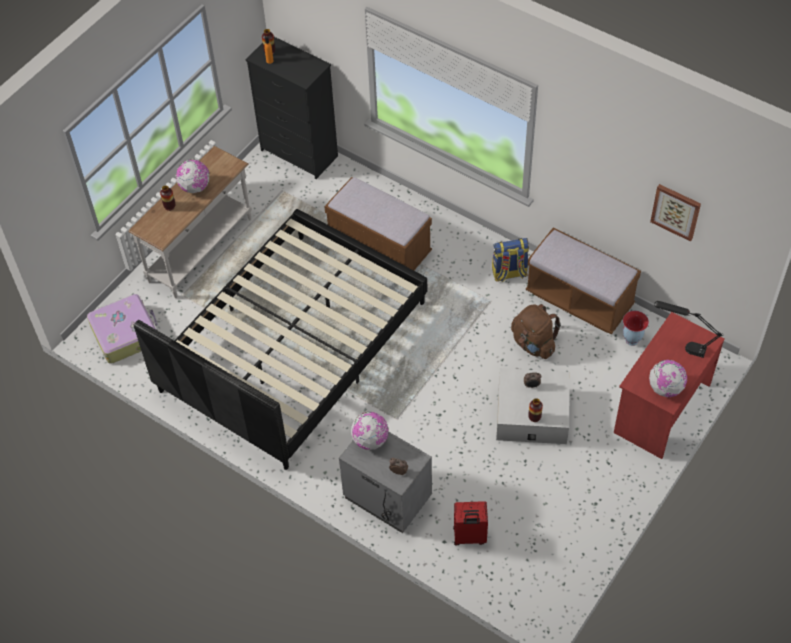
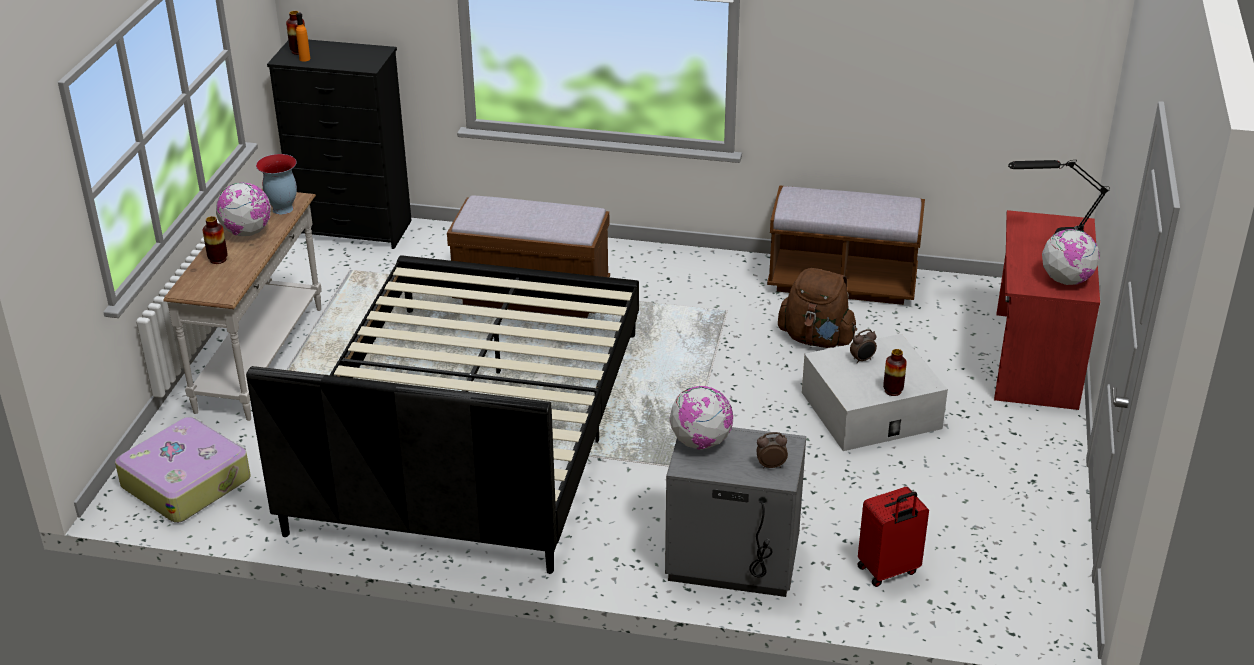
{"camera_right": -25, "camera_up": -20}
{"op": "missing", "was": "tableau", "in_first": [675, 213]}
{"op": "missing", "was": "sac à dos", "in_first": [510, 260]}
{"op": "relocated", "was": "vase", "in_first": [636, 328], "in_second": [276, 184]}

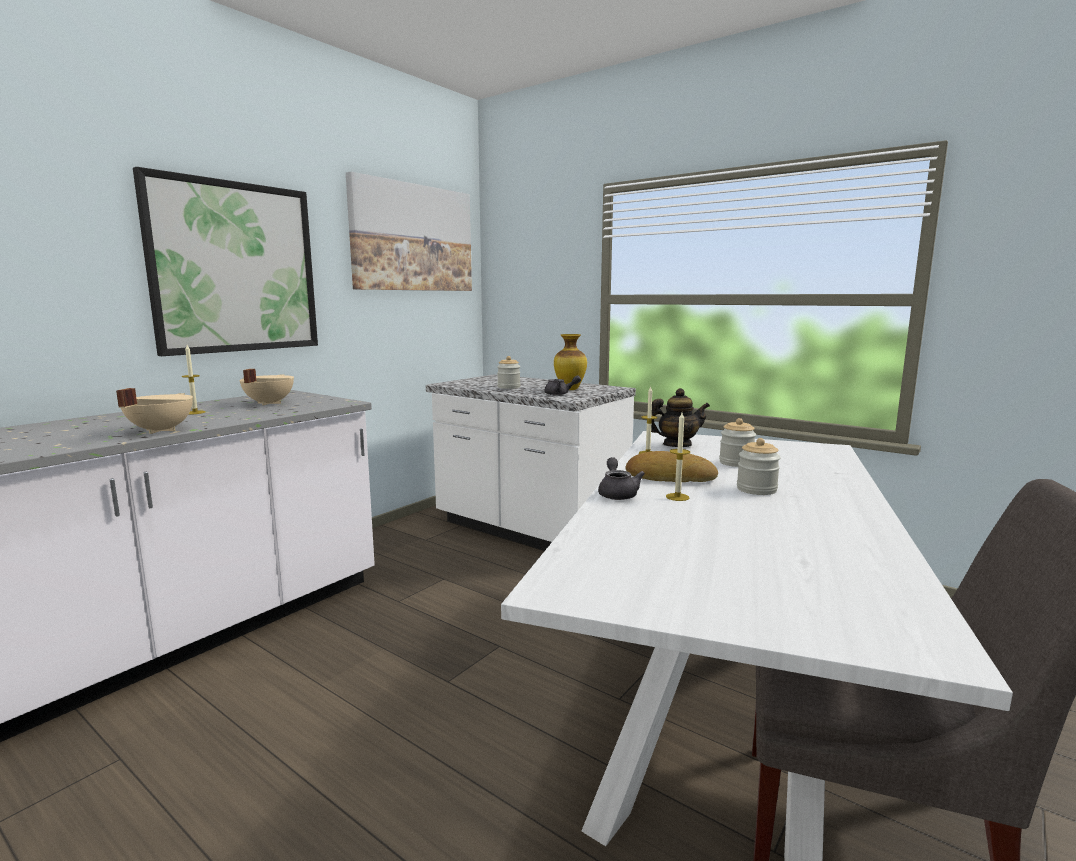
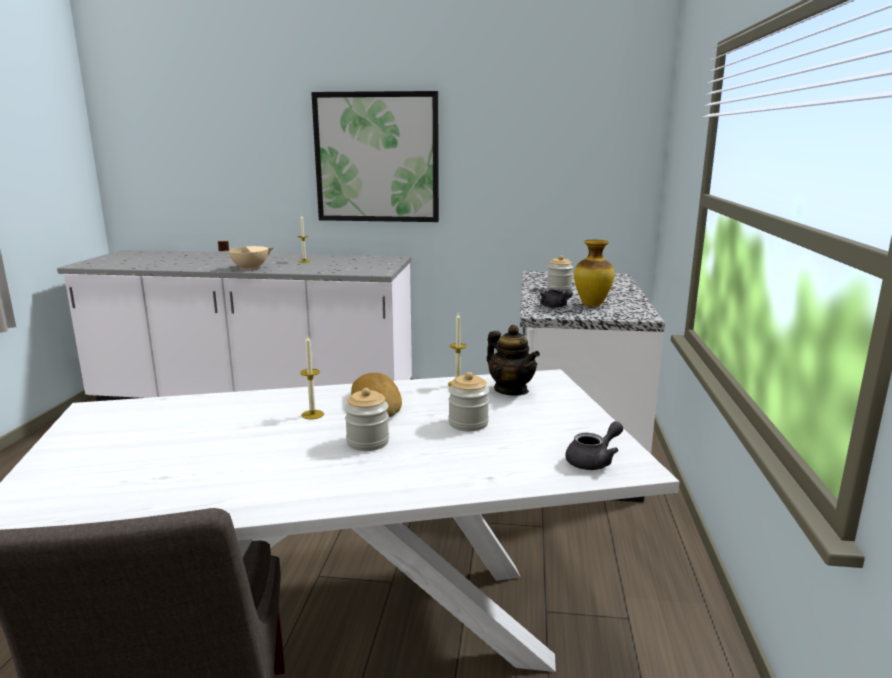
{"camera_right": 60, "camera_up": 5}
{"op": "missing", "was": "tableau", "in_first": [409, 231]}
{"op": "missing", "was": "marmite/beige", "in_first": [267, 387]}
{"op": "relocated", "was": "théière/gris", "in_first": [621, 478], "in_second": [594, 445]}

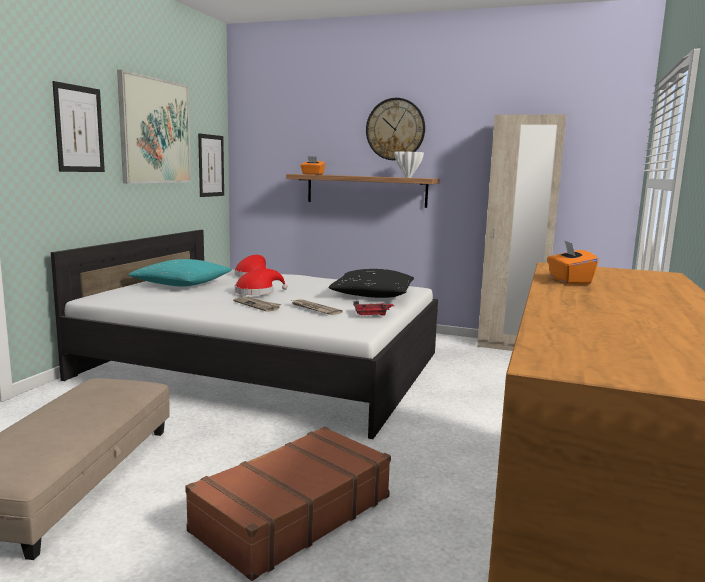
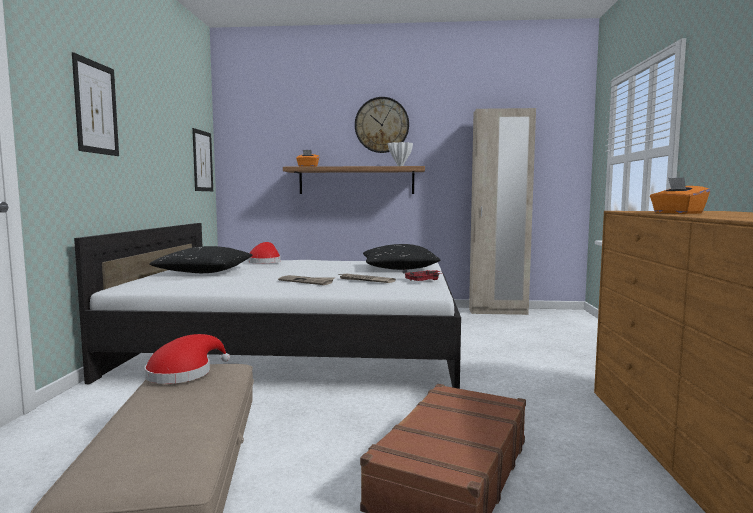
{"camera_right": -15, "camera_up": -5}
{"op": "missing", "was": "tableau", "in_first": [154, 126]}
{"op": "colour", "was": "coussin/turquoise", "now": "coussin/noir", "in_first": [180, 273], "in_second": [200, 259]}
{"op": "relocated", "was": "chapeau/rouge", "in_first": [261, 282], "in_second": [187, 359]}

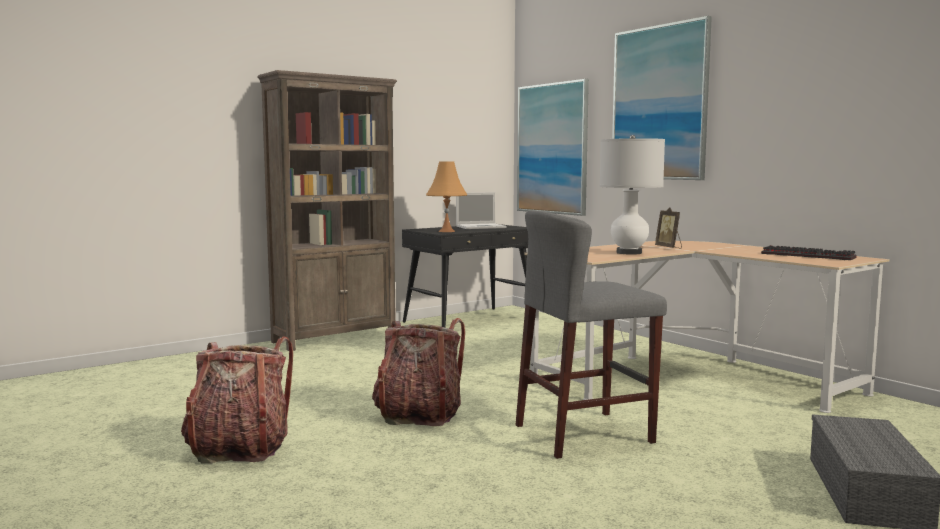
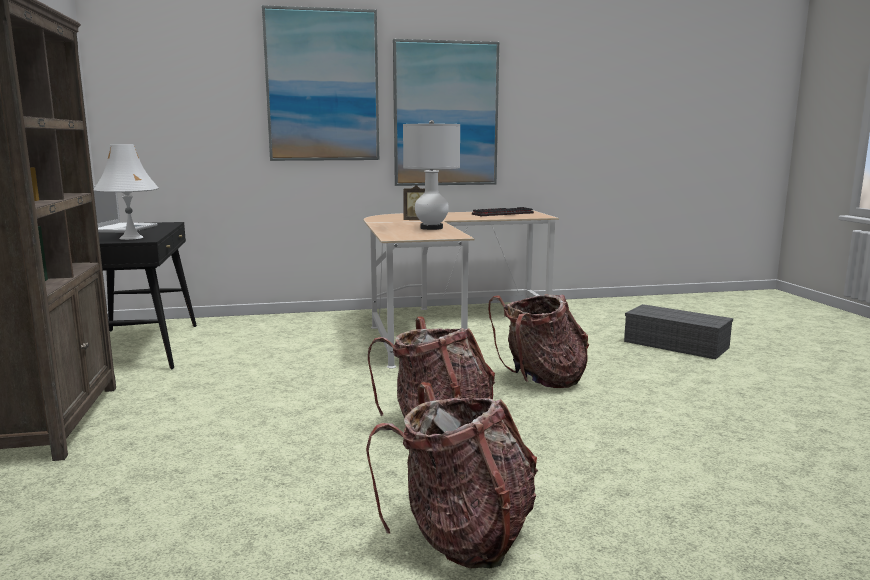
{"camera_right": -65, "camera_up": 5}
{"op": "relocated", "was": "tableau", "in_first": [553, 147], "in_second": [446, 112]}
{"op": "colour", "was": "lampe de table/orange", "now": "lampe de table/blanc", "in_first": [446, 196], "in_second": [126, 192]}
{"op": "exchanged", "was": "tabouret/gris", "now": "sac à dos", "in_first": [591, 334], "in_second": [538, 341]}

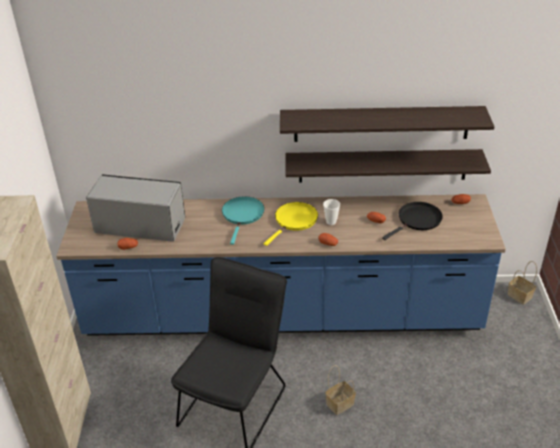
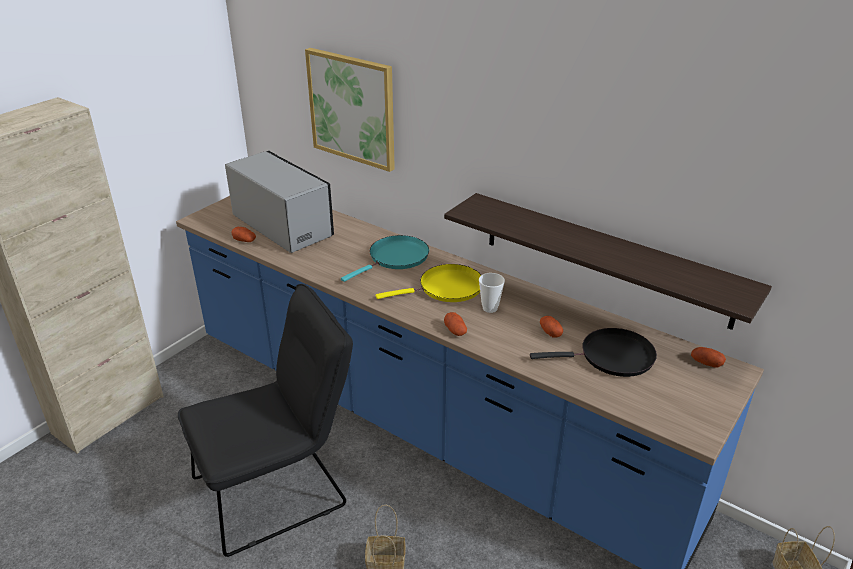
{"camera_right": 35, "camera_up": -5}
{"op": "missing", "was": "étagère", "in_first": [387, 124]}
{"op": "appeared", "now": "tableau", "in_second": [350, 110]}

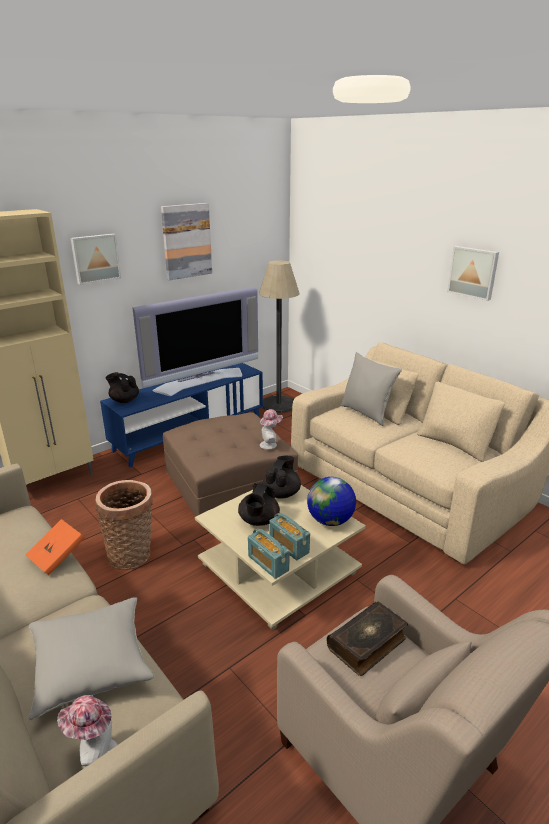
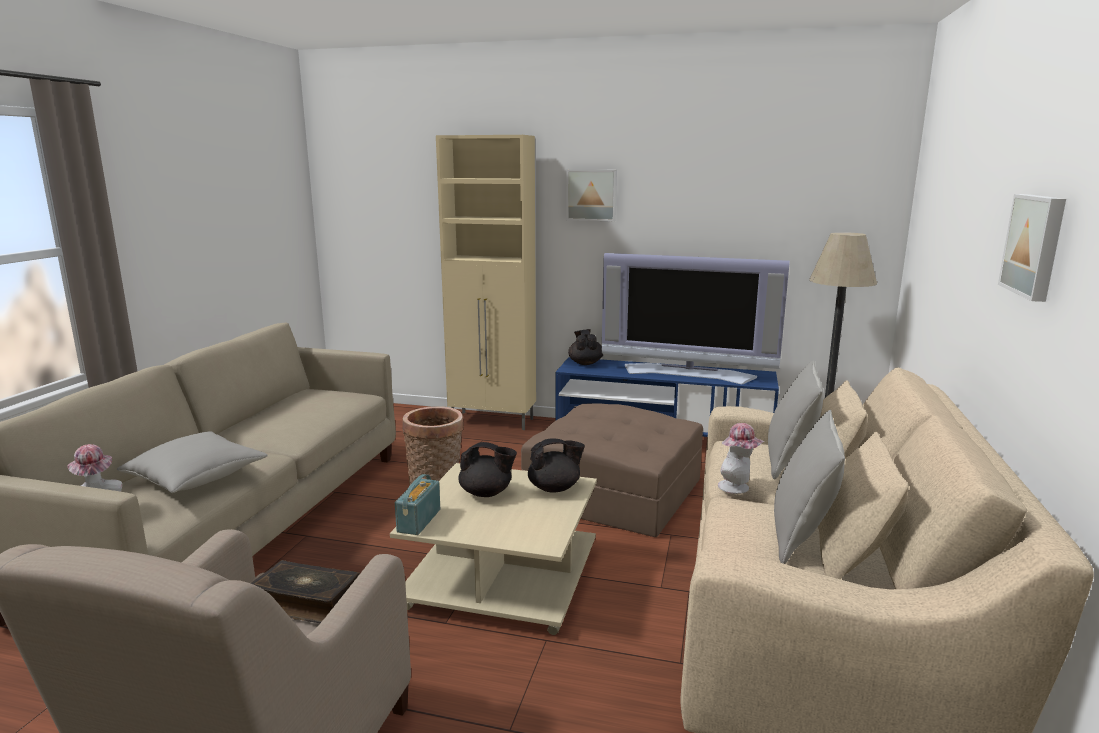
{"camera_right": 55, "camera_up": -10}
{"op": "missing", "was": "tableau", "in_first": [186, 242]}
{"op": "relocated", "was": "chapeau", "in_first": [271, 429], "in_second": [741, 458]}
{"op": "missing", "was": "globe", "in_first": [331, 501]}
{"op": "spun", "was": "théière/noir", "in_first": [259, 504], "in_second": [487, 469], "clockwise": -150}
{"op": "missing", "was": "radio", "in_first": [289, 536]}
{"op": "missing", "was": "livre/orange", "in_first": [55, 547]}
{"op": "appeared", "now": "coussin/gris", "in_second": [809, 487]}

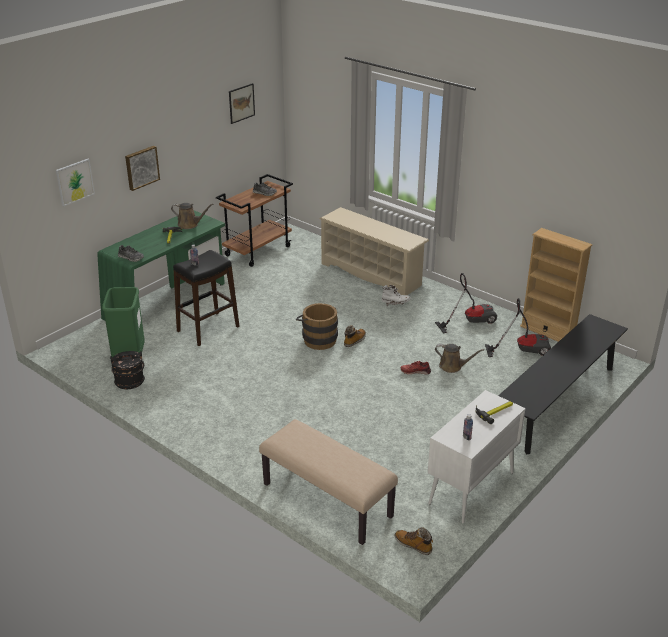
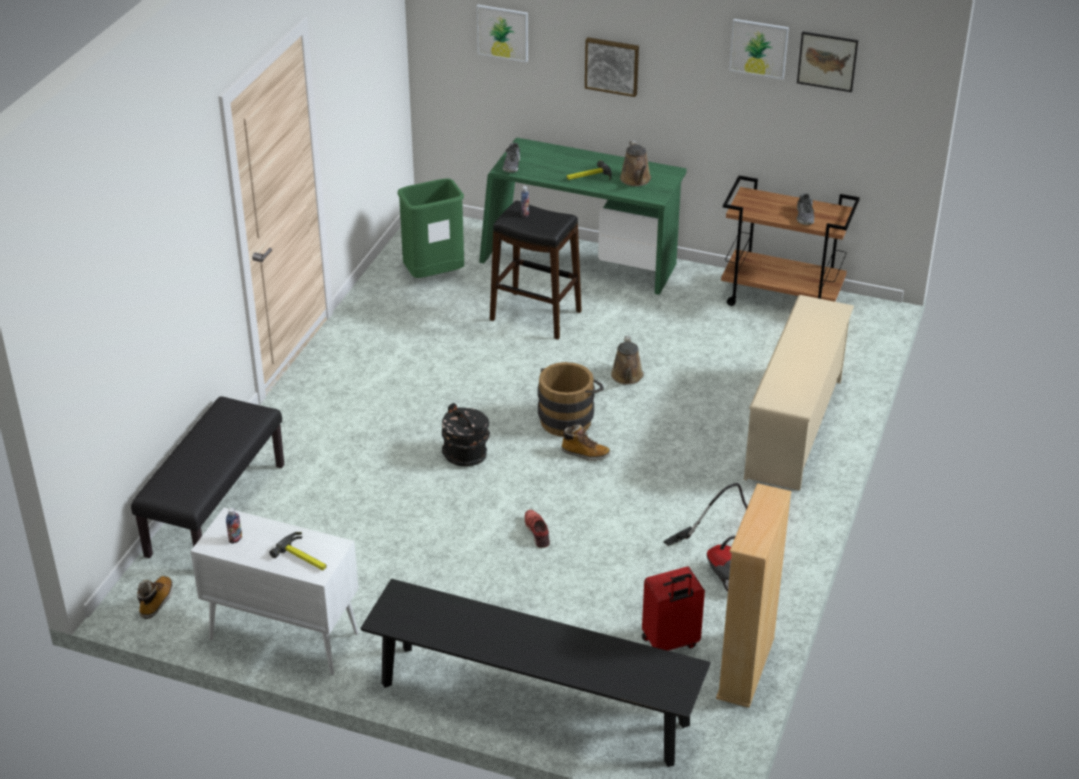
{"camera_right": 70, "camera_up": 5}
{"op": "missing", "was": "botte/blanc", "in_first": [396, 295]}
{"op": "exchanged", "was": "aspirateur", "now": "valise/rouge", "in_first": [518, 327], "in_second": [673, 609]}
{"op": "relocated", "was": "arrosoir/marron", "in_first": [459, 358], "in_second": [627, 360]}
{"op": "relocated", "was": "seau/noir", "in_first": [127, 370], "in_second": [466, 434]}
{"op": "colour", "was": "banc/beige", "now": "banc/noir", "in_first": [328, 482], "in_second": [207, 477]}
{"op": "appeared", "now": "tableau", "in_second": [759, 49]}

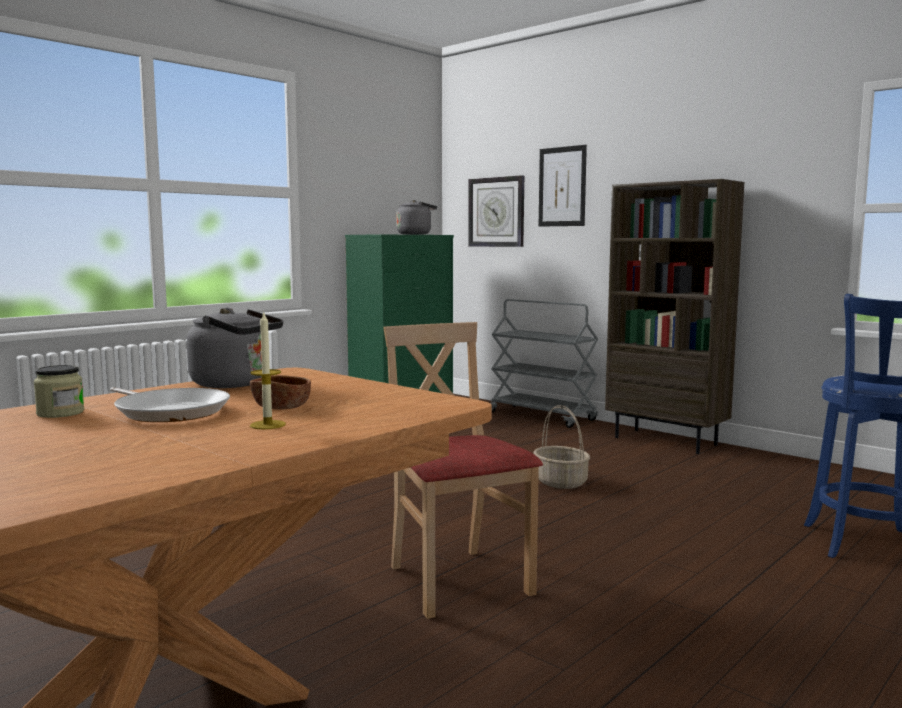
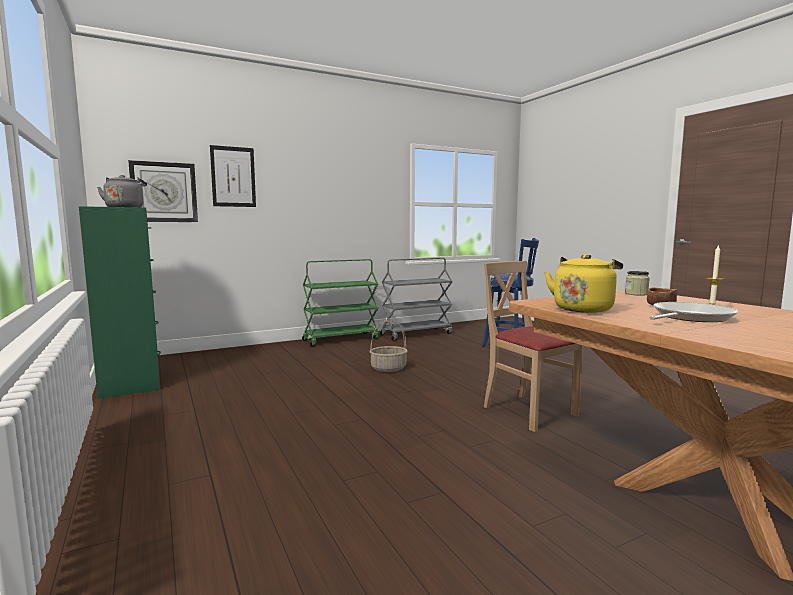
{"camera_right": -70, "camera_up": 0}
{"op": "exchanged", "was": "bibliothèque/marron", "now": "chariot/vert", "in_first": [674, 316], "in_second": [340, 303]}
{"op": "relocated", "was": "chariot/gris", "in_first": [544, 363], "in_second": [416, 299]}
{"op": "colour", "was": "bouilloire/gris", "now": "bouilloire/jaune", "in_first": [235, 348], "in_second": [584, 283]}
{"op": "spun", "was": "chaise/beige", "in_first": [463, 470], "in_second": [533, 346], "clockwise": 60}
{"op": "relocated", "was": "bocal", "in_first": [59, 391], "in_second": [637, 283]}

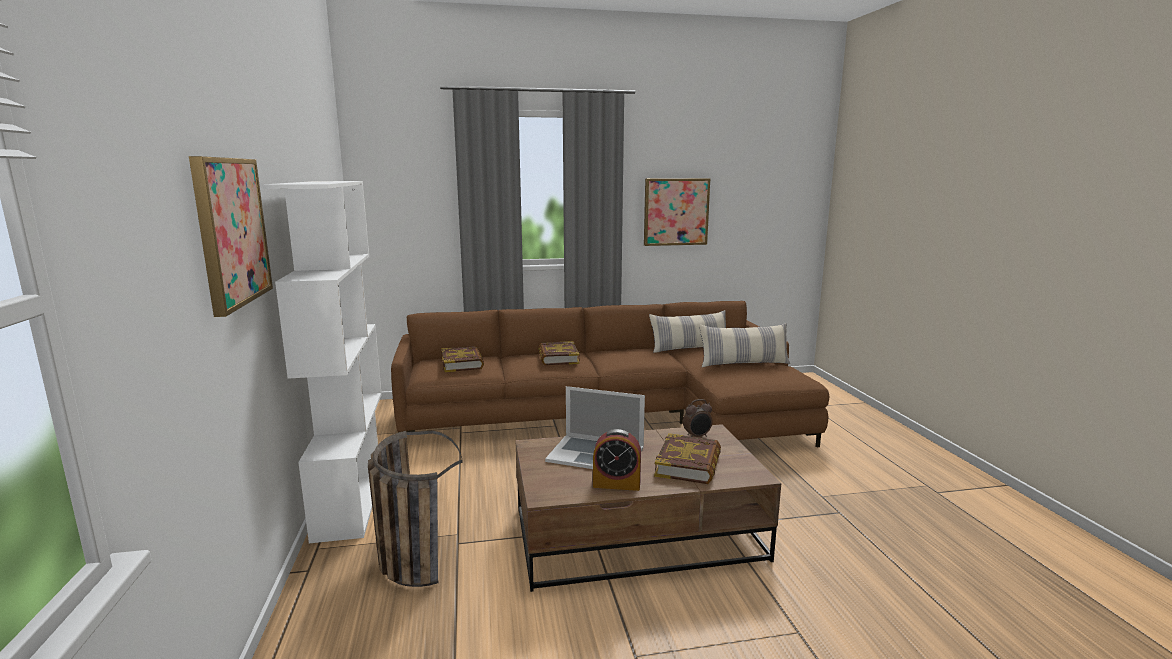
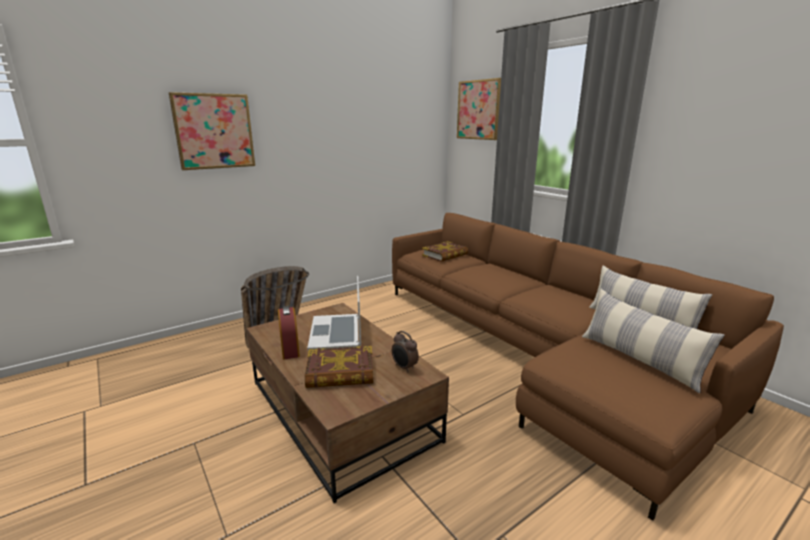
{"camera_right": 65, "camera_up": 5}
{"op": "relocated", "was": "tableau", "in_first": [677, 212], "in_second": [479, 109]}
{"op": "missing", "was": "bibliothèque/blanc", "in_first": [322, 362]}
{"op": "missing", "was": "livre", "in_first": [559, 353]}

